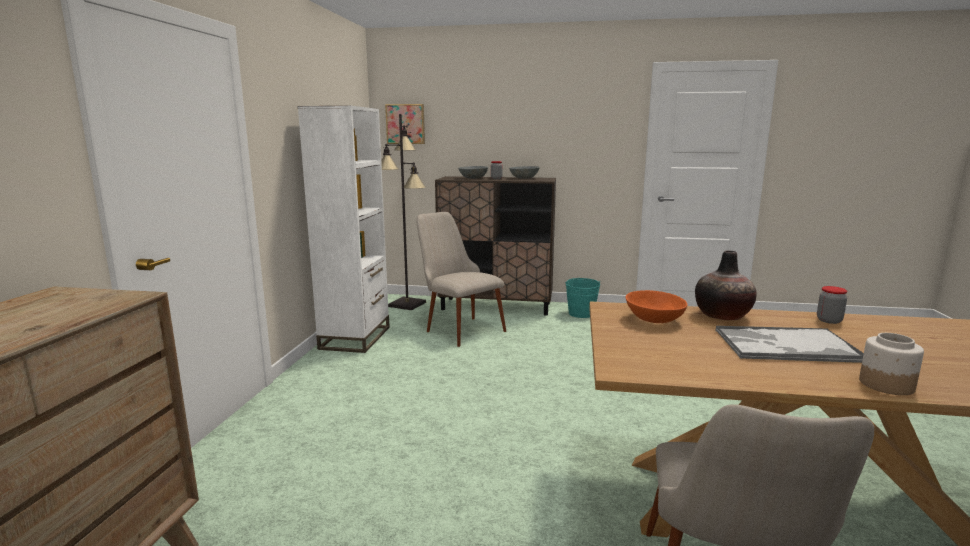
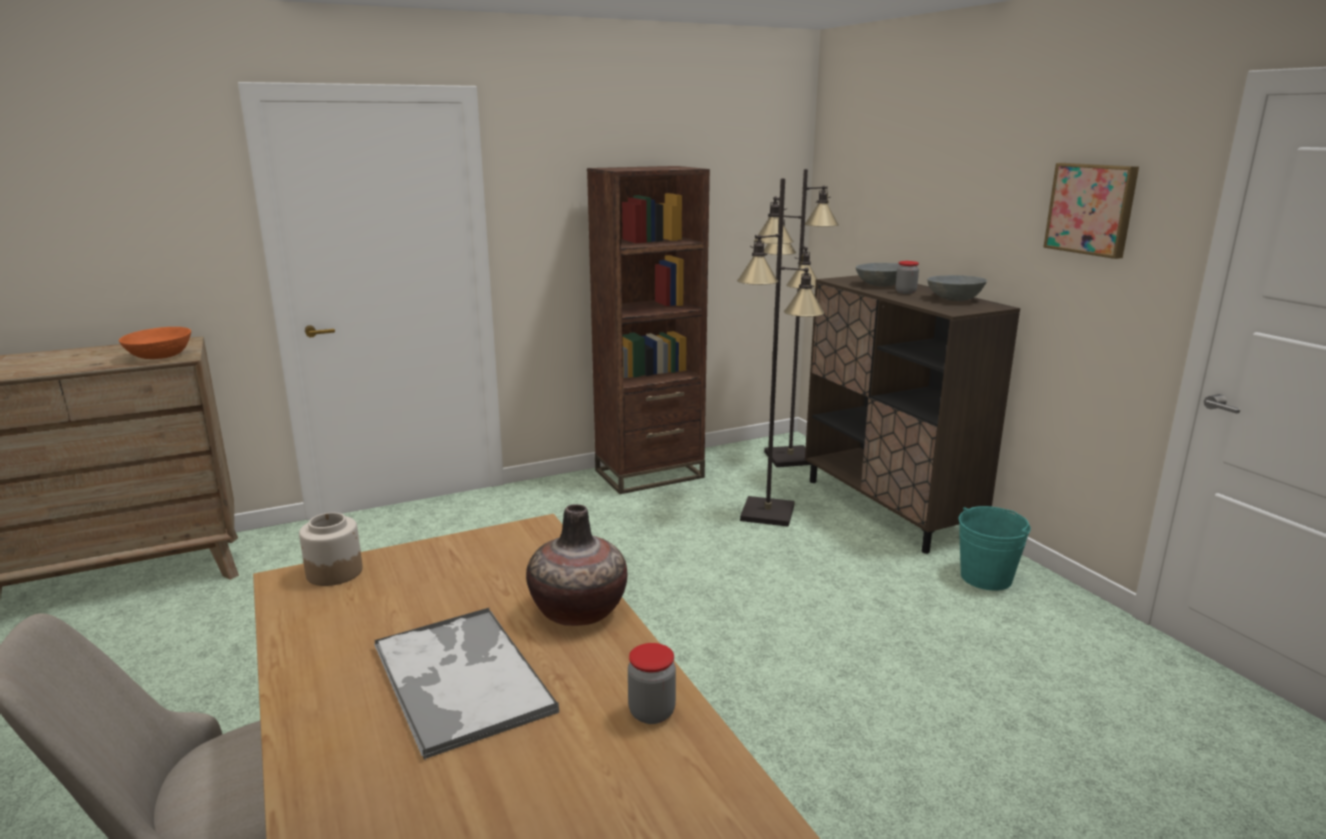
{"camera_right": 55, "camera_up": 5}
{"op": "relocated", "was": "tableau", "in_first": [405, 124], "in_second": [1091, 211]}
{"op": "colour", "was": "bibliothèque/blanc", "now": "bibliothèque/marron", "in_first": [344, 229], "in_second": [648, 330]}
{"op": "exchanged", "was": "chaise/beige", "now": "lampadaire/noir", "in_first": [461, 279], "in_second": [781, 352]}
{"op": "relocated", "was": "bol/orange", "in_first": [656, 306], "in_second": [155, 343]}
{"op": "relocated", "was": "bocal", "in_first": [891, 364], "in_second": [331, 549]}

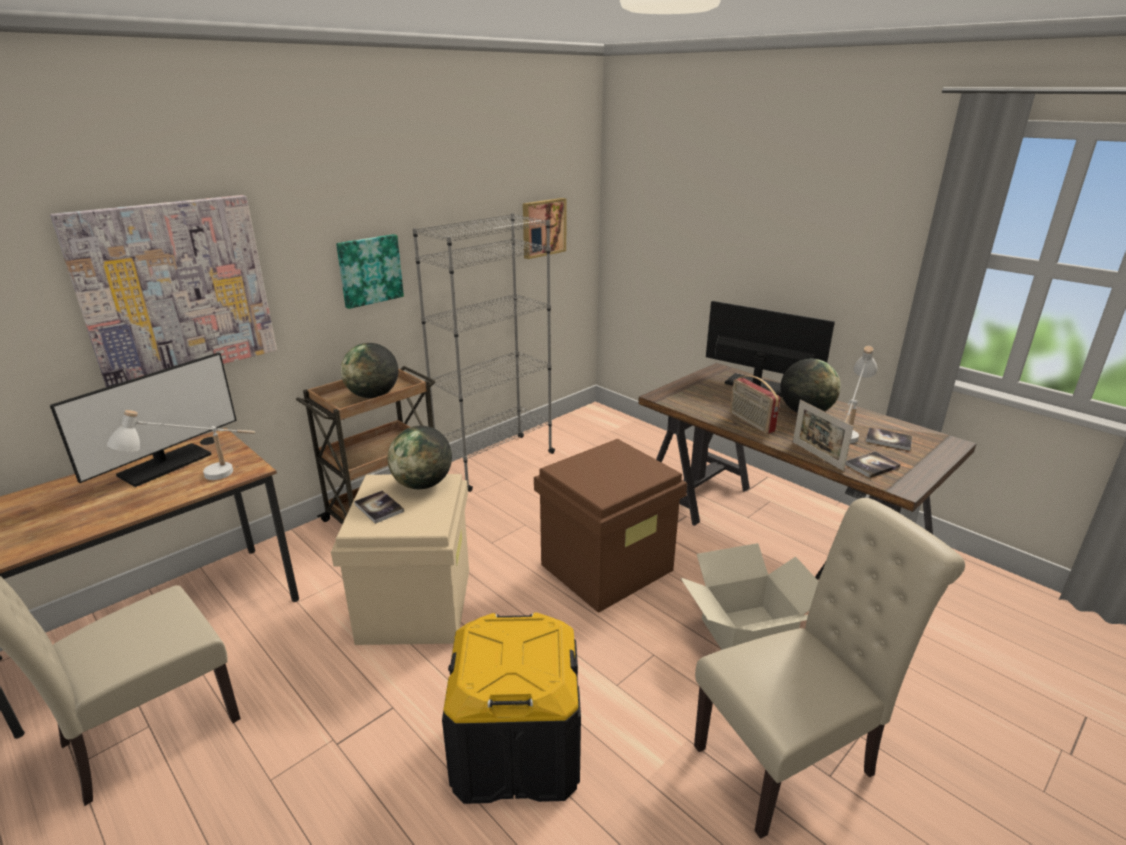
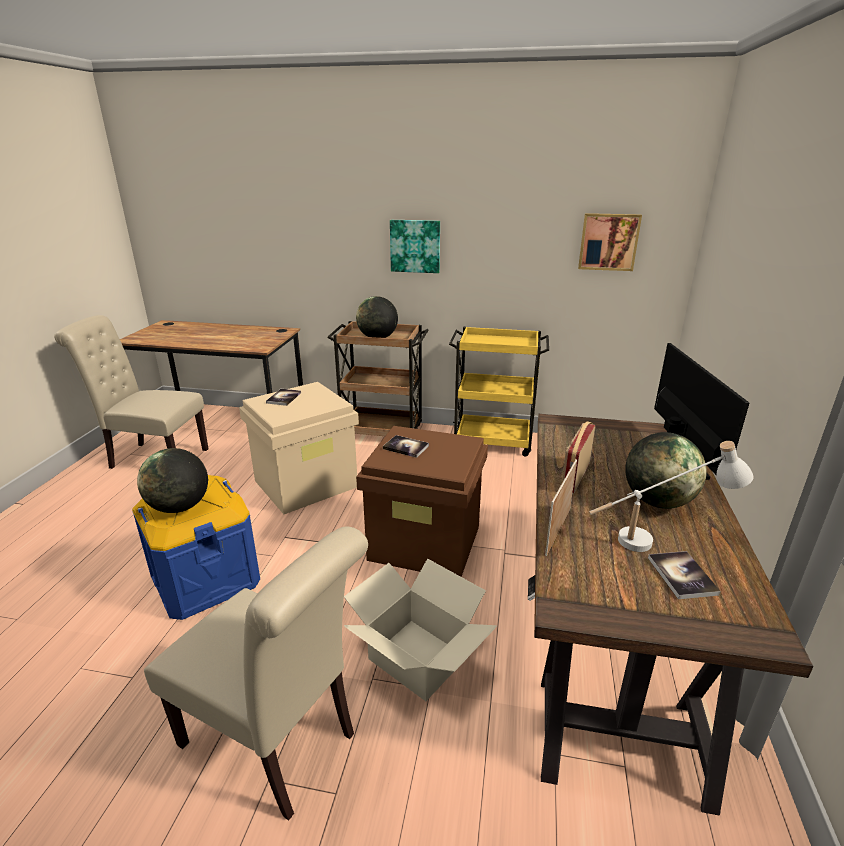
{"camera_right": 55, "camera_up": 0}
{"op": "missing", "was": "tableau", "in_first": [163, 291]}
{"op": "exchanged", "was": "bibliothèque/gris", "now": "chariot/jaune", "in_first": [484, 352], "in_second": [499, 392]}
{"op": "missing", "was": "écran d'ordinateur", "in_first": [143, 419]}
{"op": "missing", "was": "lampe de table/blanc", "in_first": [181, 445]}
{"op": "relocated", "was": "globe", "in_first": [420, 457], "in_second": [172, 480]}
{"op": "relocated", "was": "livre", "in_first": [873, 465], "in_second": [406, 446]}
{"op": "colour", "was": "boîte de rangement/noir", "now": "boîte de rangement/bleu", "in_first": [511, 708], "in_second": [196, 547]}

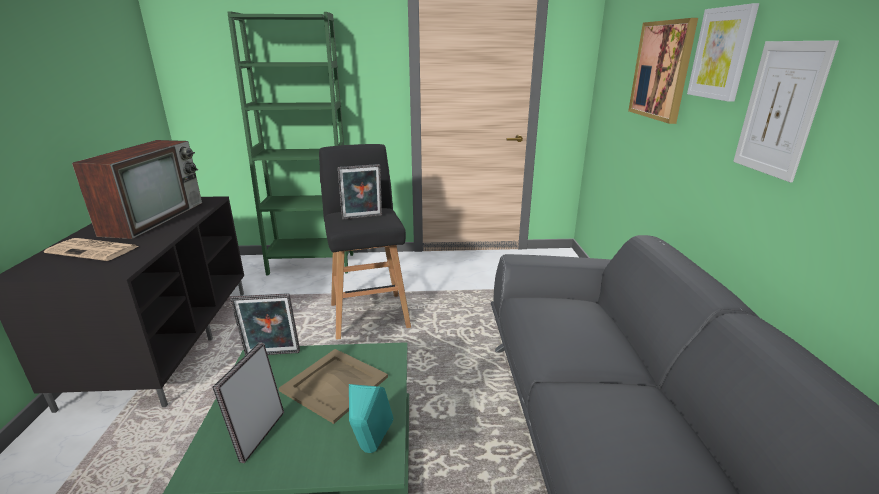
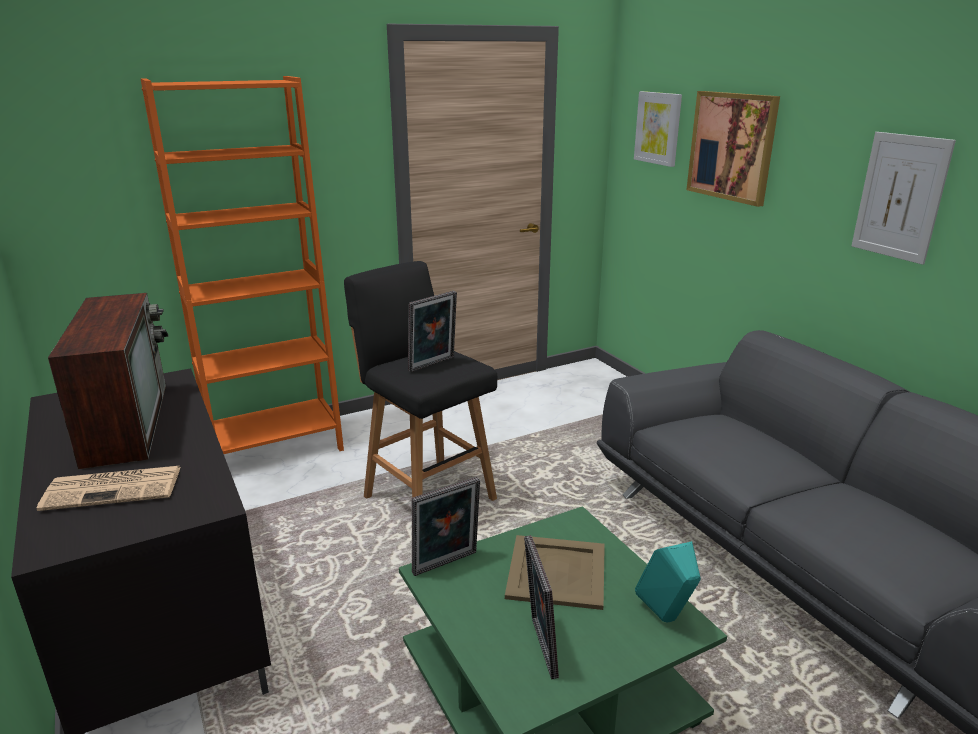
{"camera_right": -25, "camera_up": 0}
{"op": "relocated", "was": "tableau", "in_first": [723, 52], "in_second": [658, 129]}
{"op": "colour", "was": "bibliothèque/vert", "now": "bibliothèque/orange", "in_first": [290, 143], "in_second": [242, 265]}

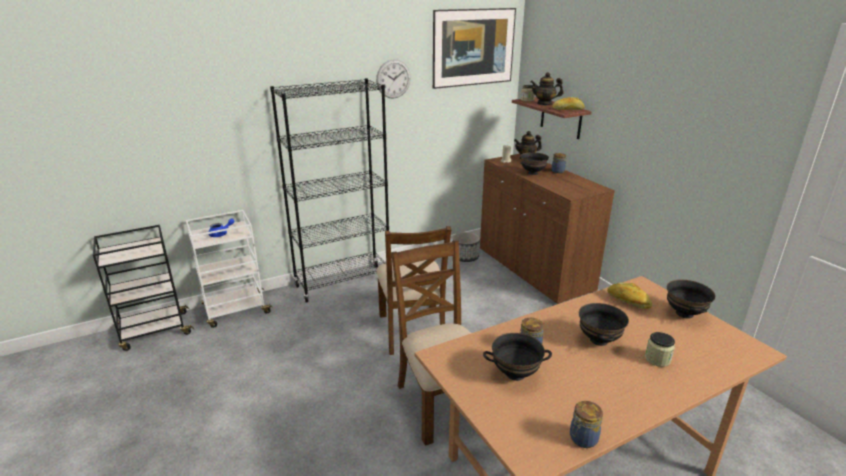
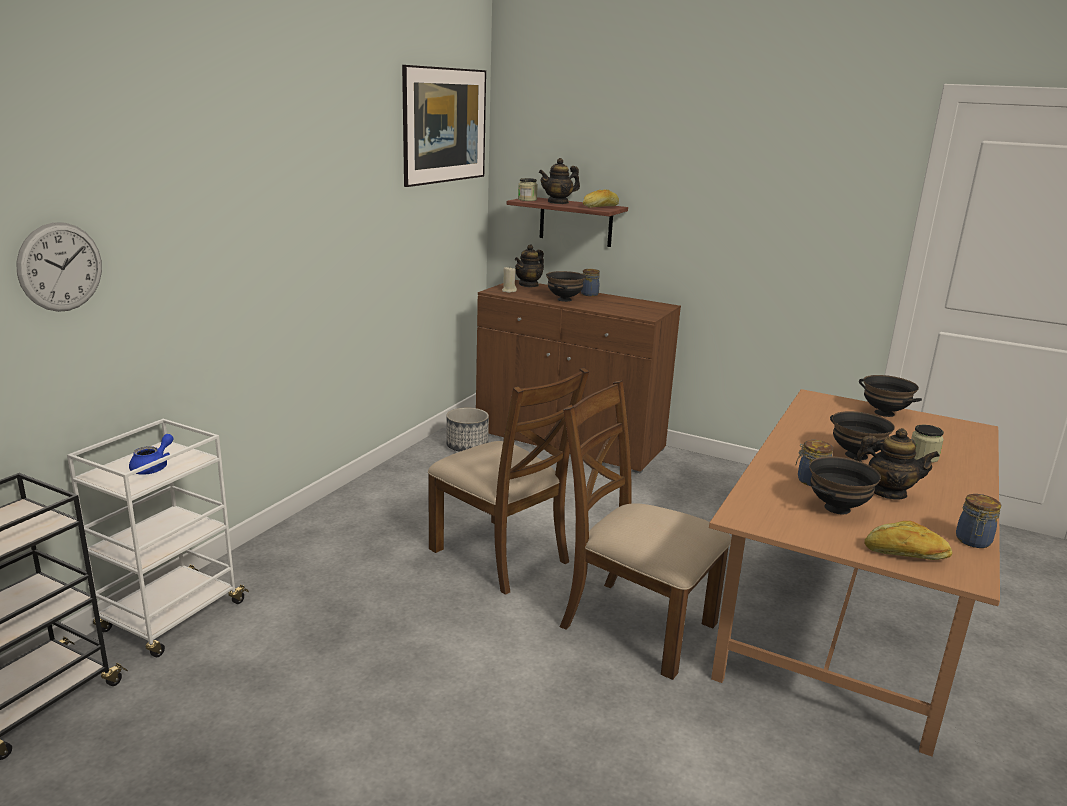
{"camera_right": -35, "camera_up": -5}
{"op": "relocated", "was": "horloge murale", "in_first": [393, 79], "in_second": [59, 267]}
{"op": "missing", "was": "bibliothèque/noir", "in_first": [329, 190]}
{"op": "relocated", "was": "pain", "in_first": [629, 296], "in_second": [908, 540]}
{"op": "appeared", "now": "théière", "in_second": [896, 464]}

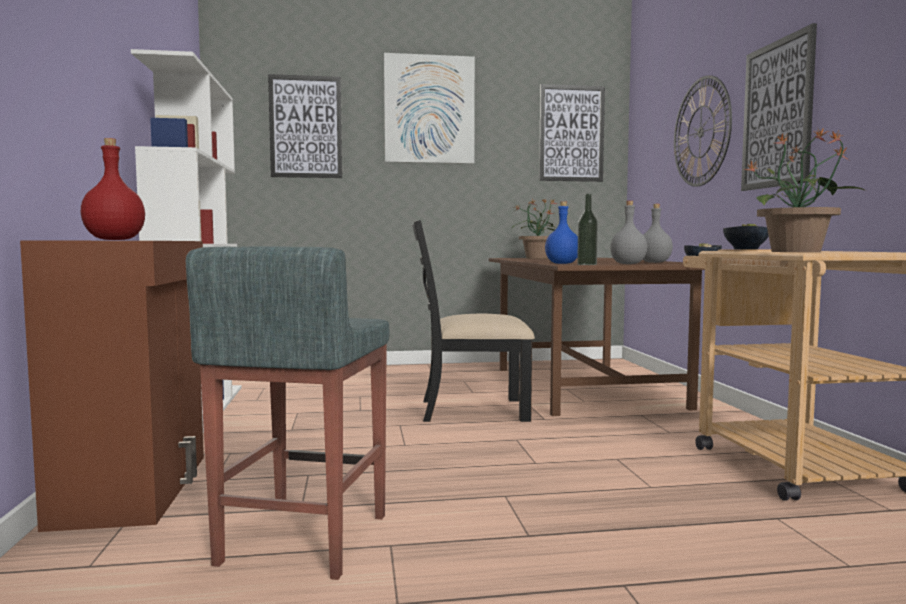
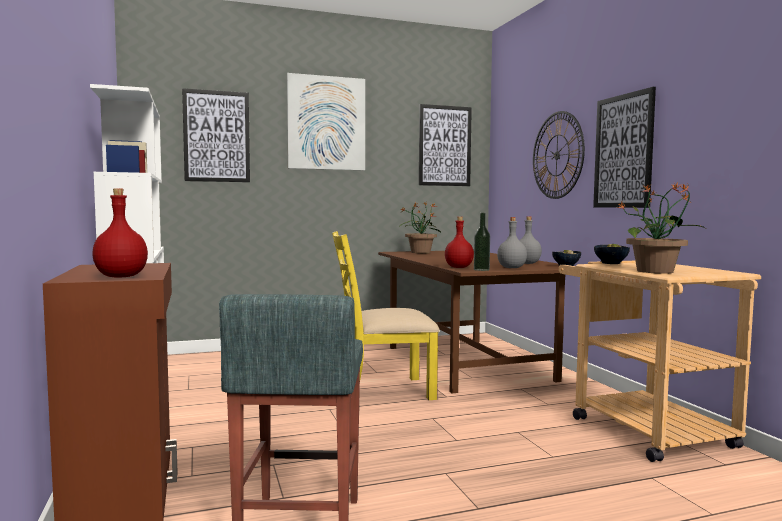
{"camera_right": -10, "camera_up": 0}
{"op": "colour", "was": "bouteille/bleu", "now": "bouteille/rouge", "in_first": [561, 232], "in_second": [459, 242]}
{"op": "colour", "was": "chaise/noir", "now": "chaise/jaune", "in_first": [473, 321], "in_second": [386, 315]}

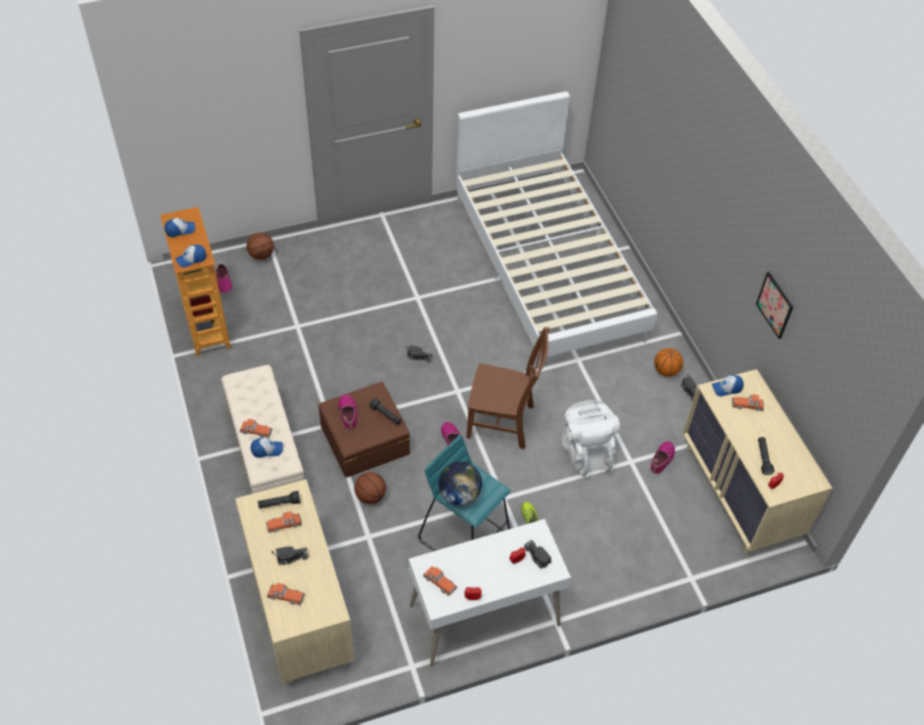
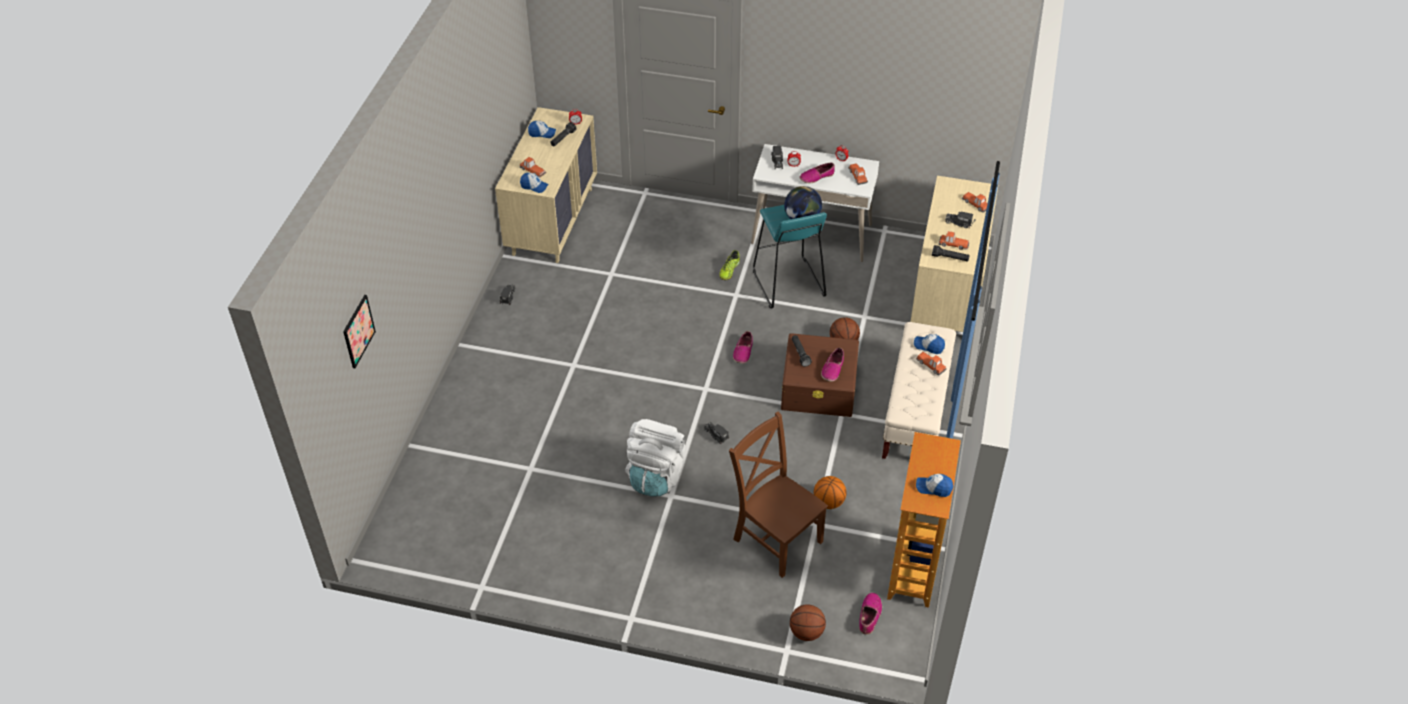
{"camera_right": -145, "camera_up": -5}
{"op": "missing", "was": "lit/blanc", "in_first": [556, 230]}
{"op": "relocated", "was": "casquette", "in_first": [190, 256], "in_second": [542, 129]}
{"op": "relocated", "was": "tableau", "in_first": [774, 305], "in_second": [359, 331]}
{"op": "relocated", "was": "chaise/marron", "in_first": [508, 388], "in_second": [778, 494]}
{"op": "relocated", "was": "ballon de basket", "in_first": [668, 362], "in_second": [830, 492]}
{"op": "relocated", "was": "sac à dos/blanc", "in_first": [591, 438], "in_second": [655, 458]}
{"op": "relocated", "was": "chaussure", "in_first": [662, 457], "in_second": [817, 173]}

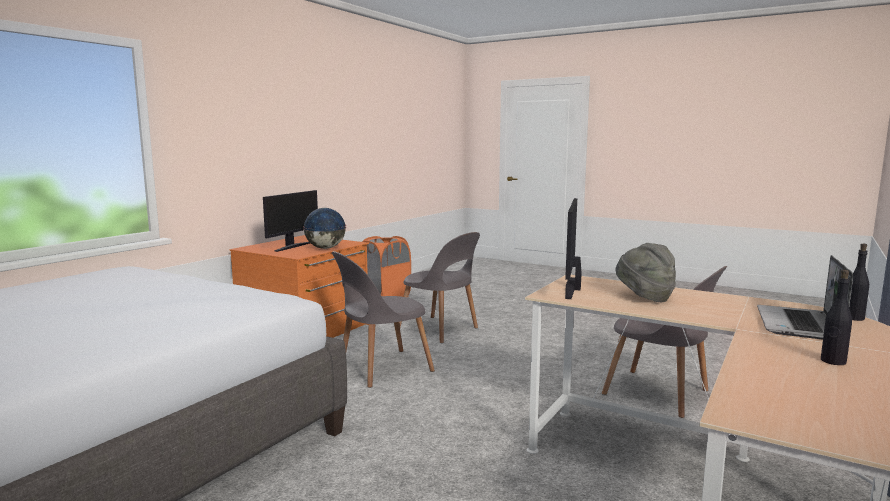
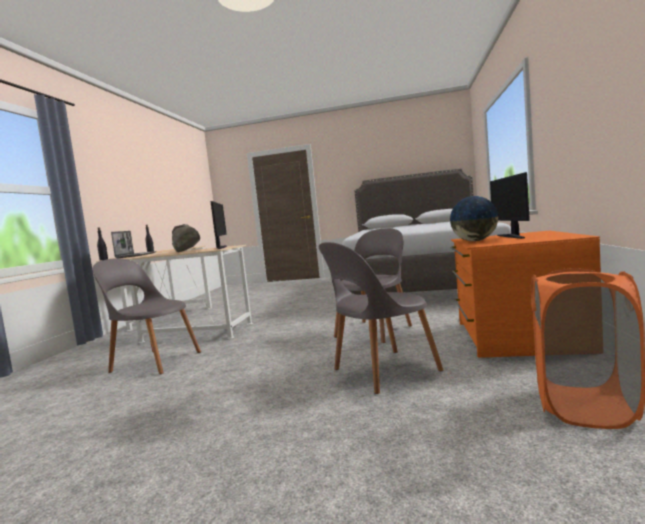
{"camera_right": 160, "camera_up": -5}
{"op": "spun", "was": "chaise/gris", "in_first": [439, 287], "in_second": [381, 318], "clockwise": -45}

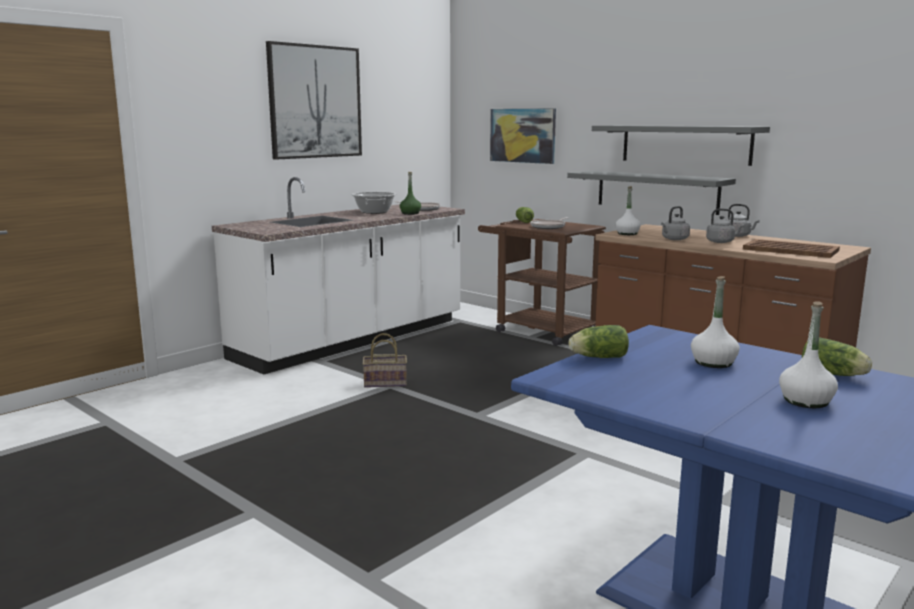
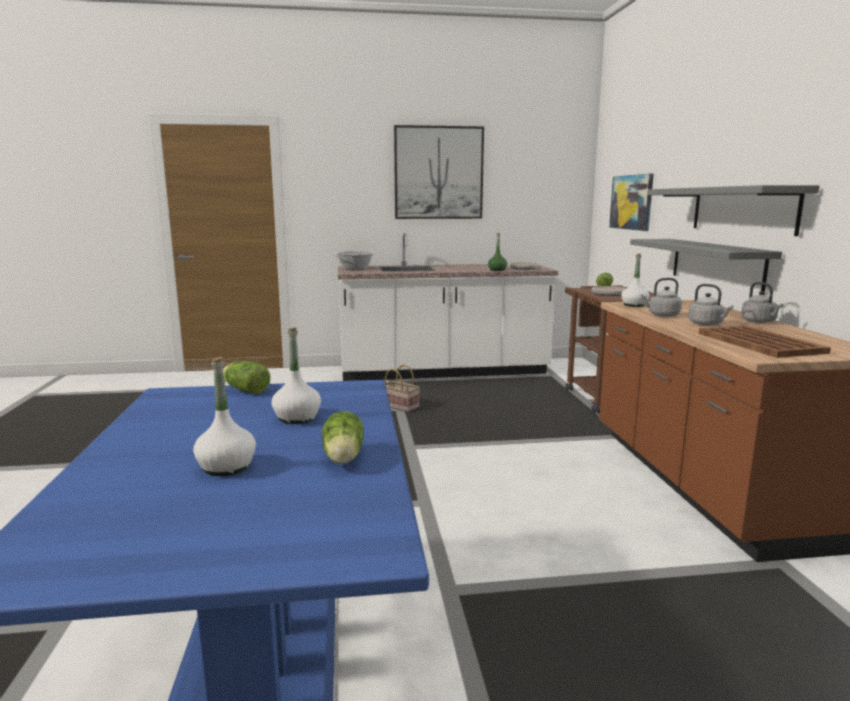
{"camera_right": 40, "camera_up": 0}
{"op": "relocated", "was": "marmite", "in_first": [374, 203], "in_second": [354, 260]}

